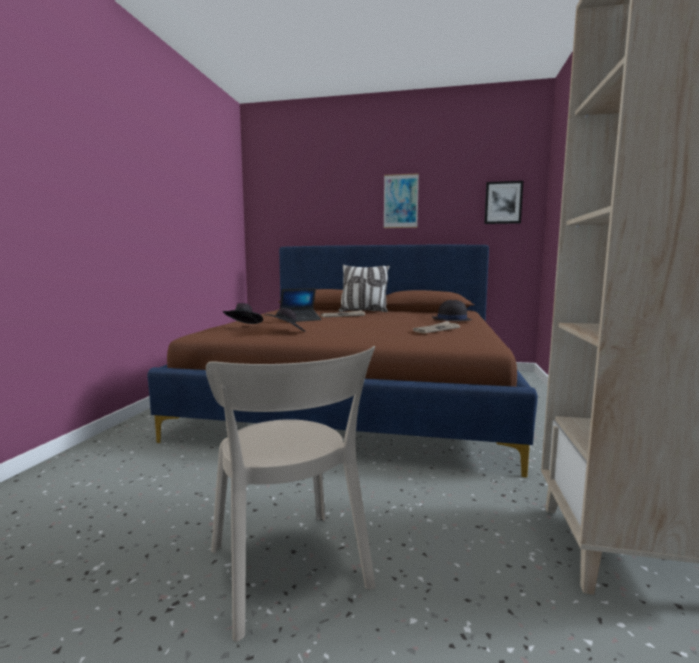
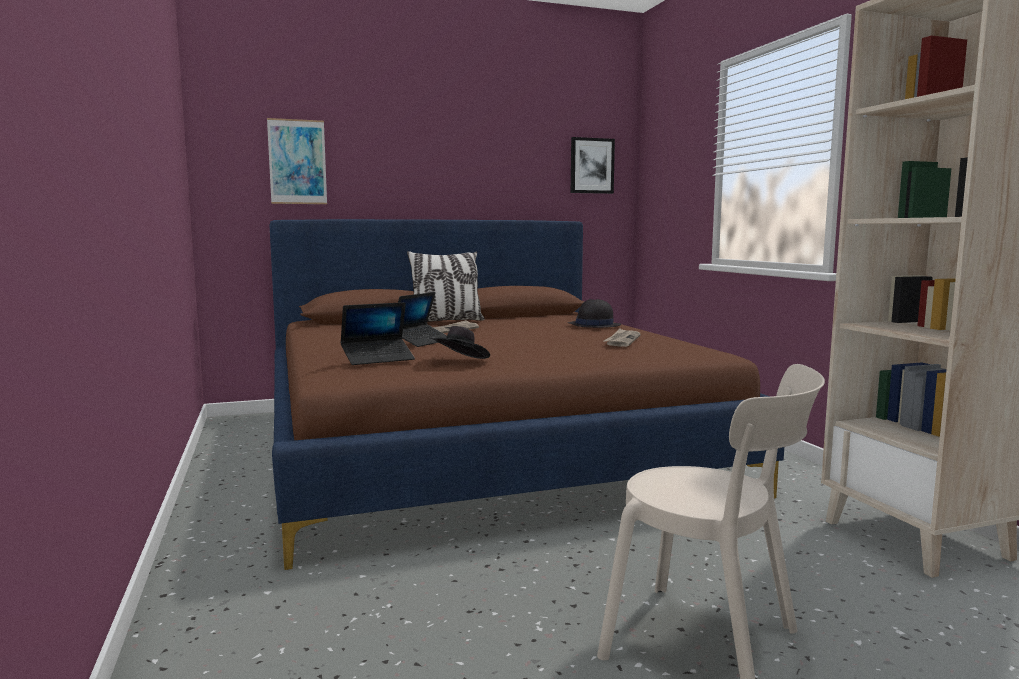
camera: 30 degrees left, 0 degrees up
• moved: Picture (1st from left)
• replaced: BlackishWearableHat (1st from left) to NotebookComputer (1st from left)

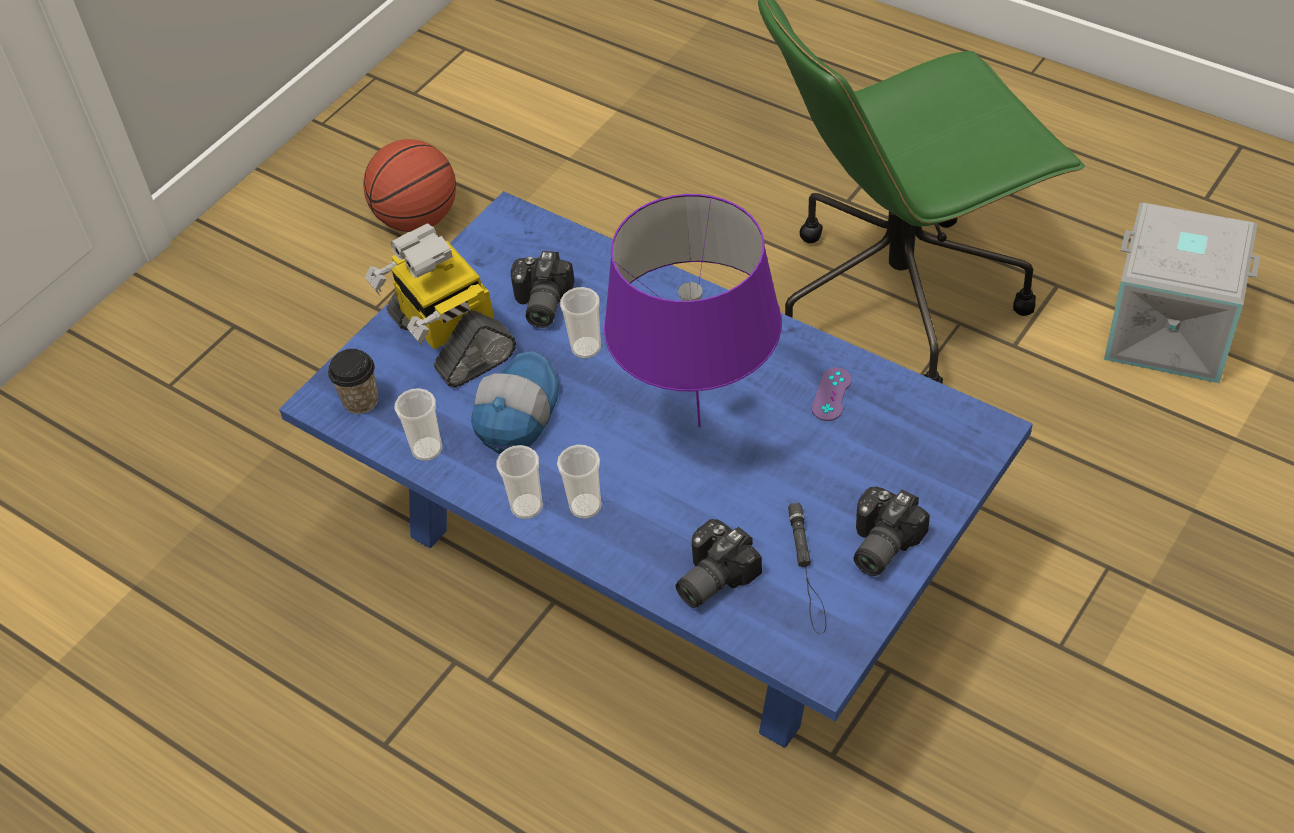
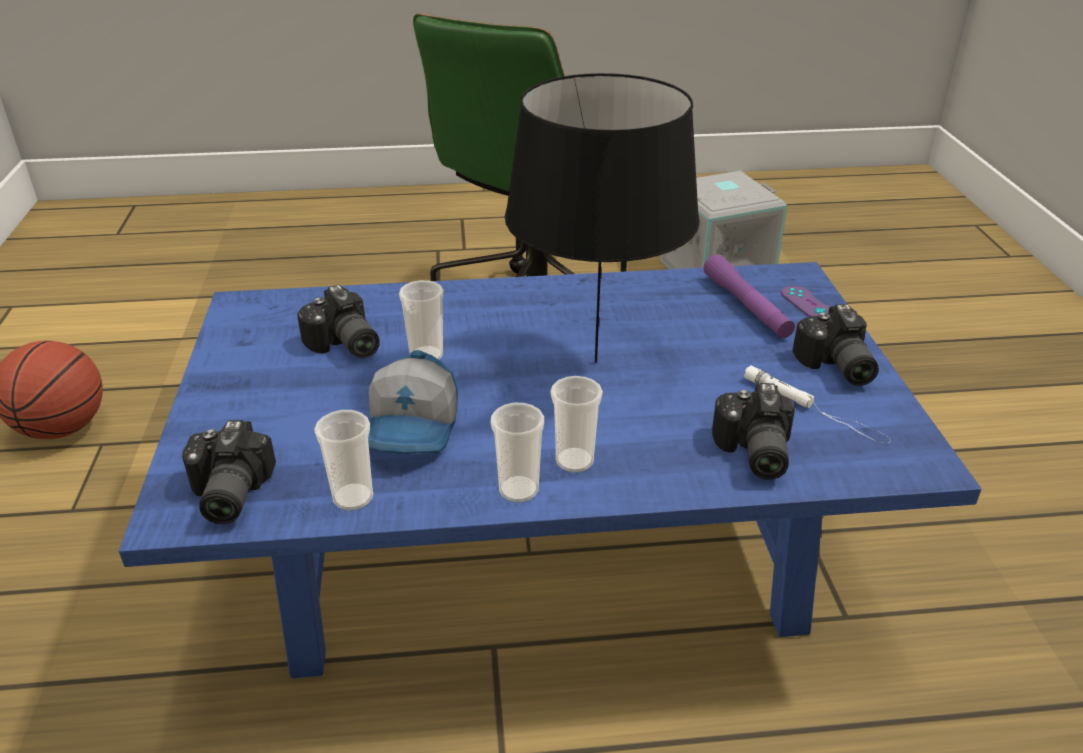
camera: 45 degrees left, 15 degrees down
• recoloured: PurpleLampForATable to BlackishLampForATable
• removed: ToyRobot
• replaced: Cup (1st from left) to StillCamera (1st from left)
• turned: Cap 150 degrees counterclockwise
• moved: PurpleGameController
• recoloured: BlackishTorch to WhitishTorch
• added: PurpleTorch

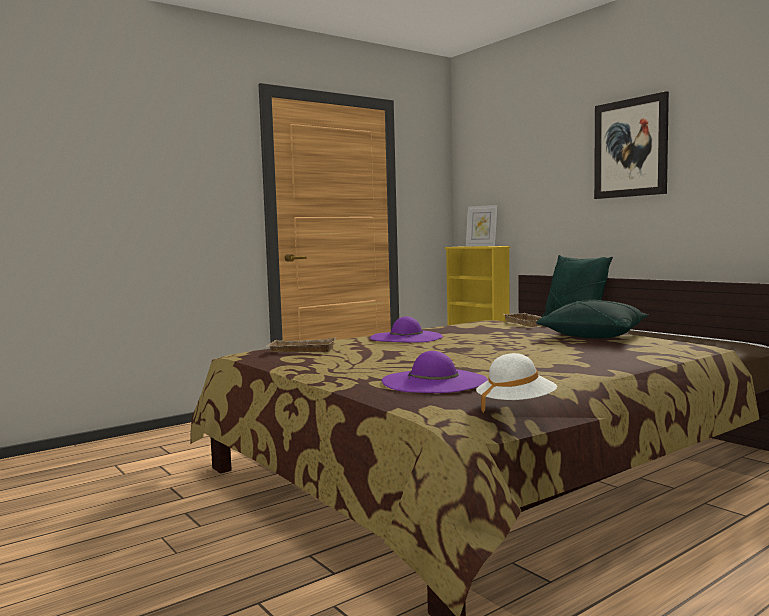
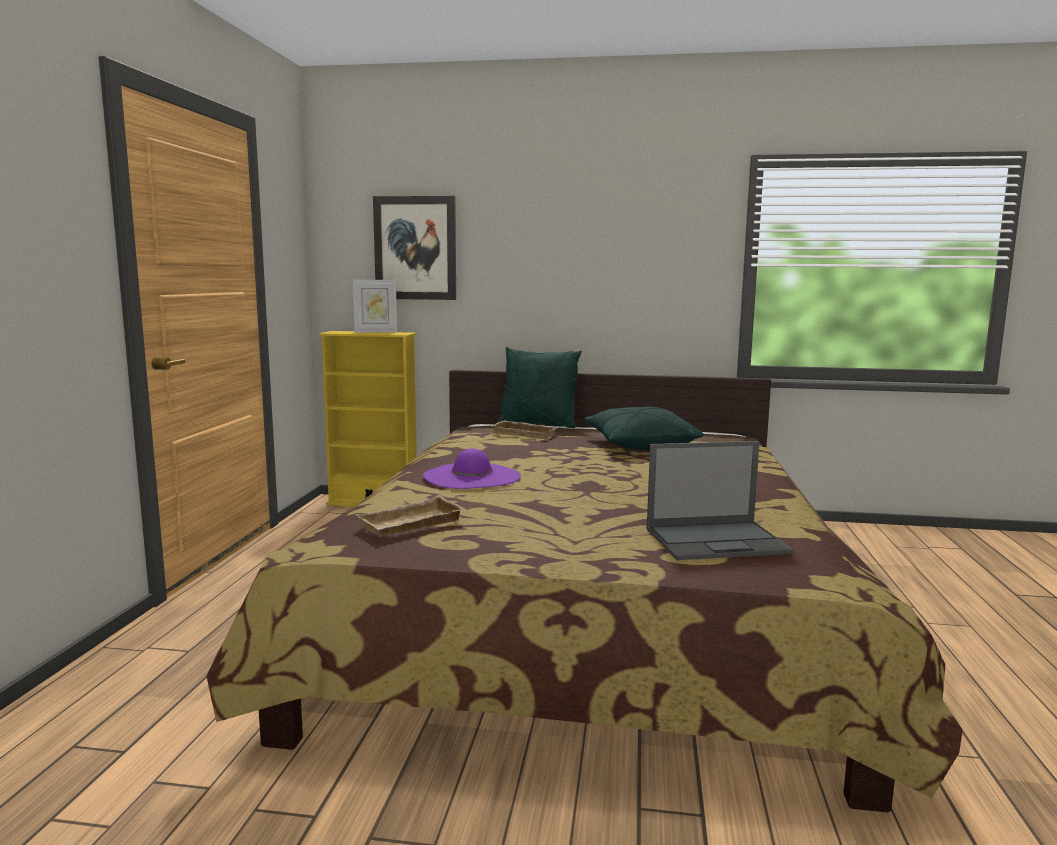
camera: 45 degrees left, 5 degrees up
• moved: Picture
• replaced: PurpleWearableHat (2nd from left) to NotebookComputer
• removed: WhitishWearableHat

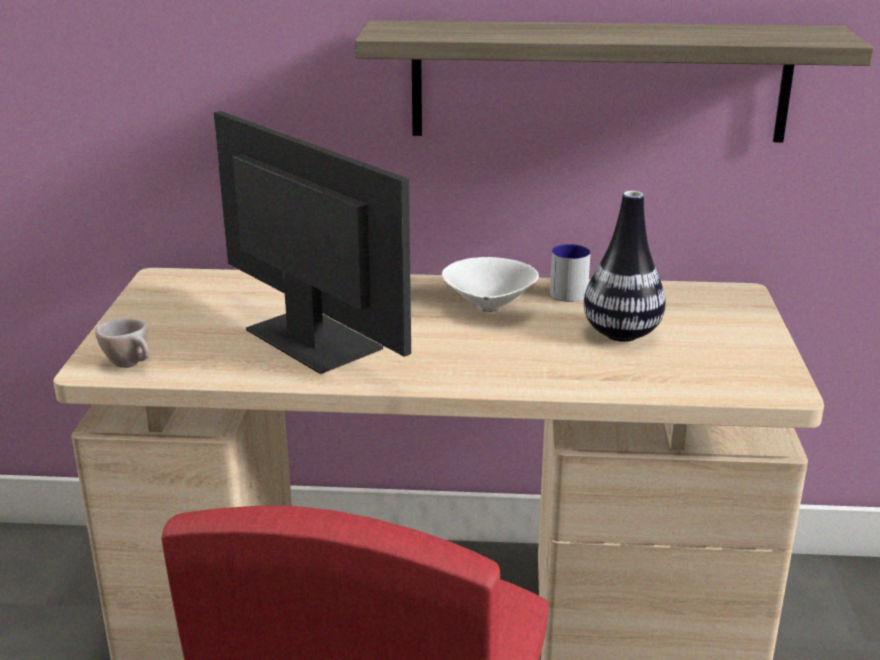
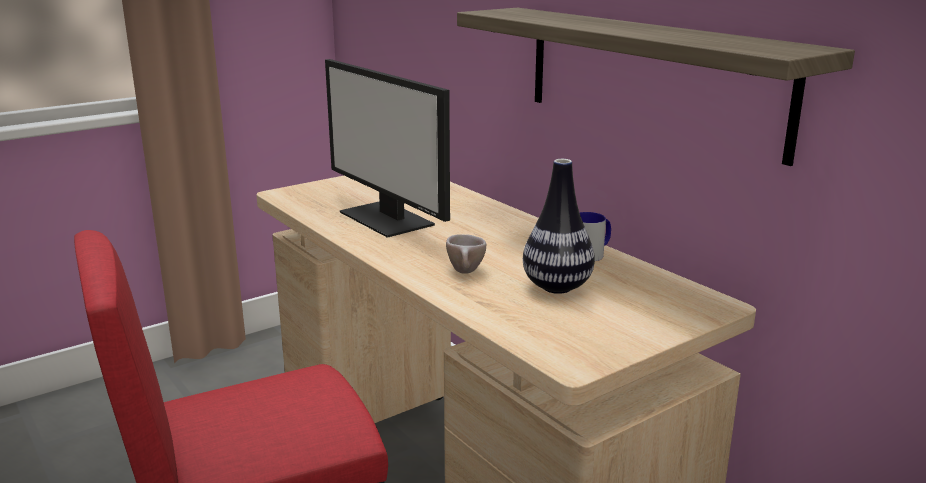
camera: 50 degrees right, 5 degrees down
• turned: Monitor 135 degrees clockwise
• removed: WhitishDeepDish
• moved: SandColouredCup

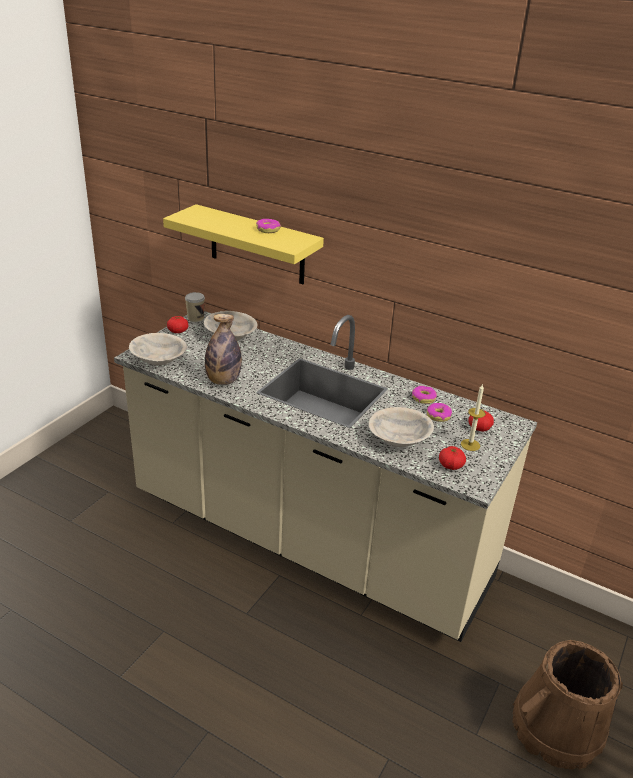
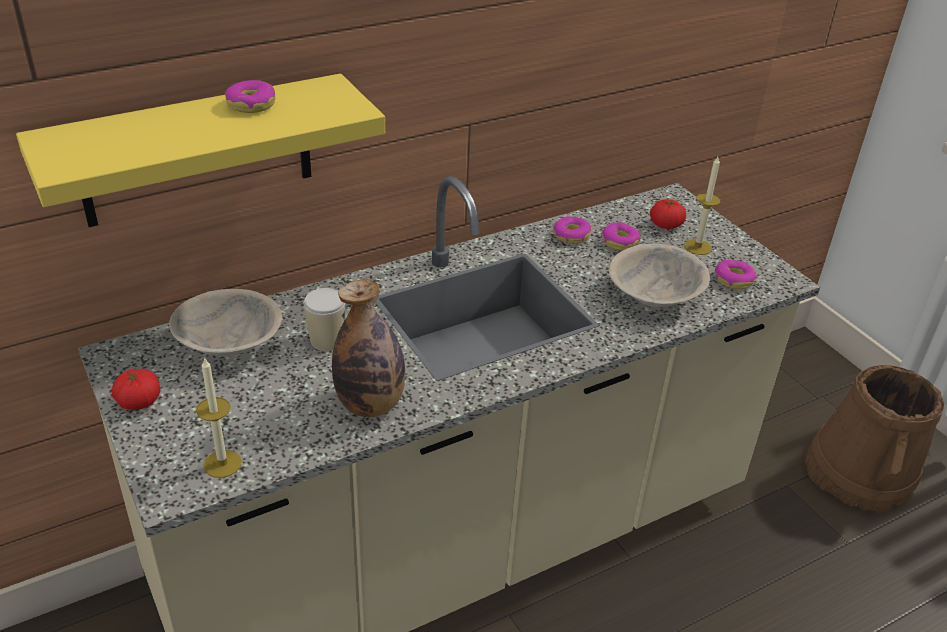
camera: 60 degrees left, 5 degrees up
• moved: Cup
• replaced: SandColouredDeepDish (1st from left) to Candle (1st from left)
• replaced: WholeTomato (2nd from left) to Doughnut (4th from left)

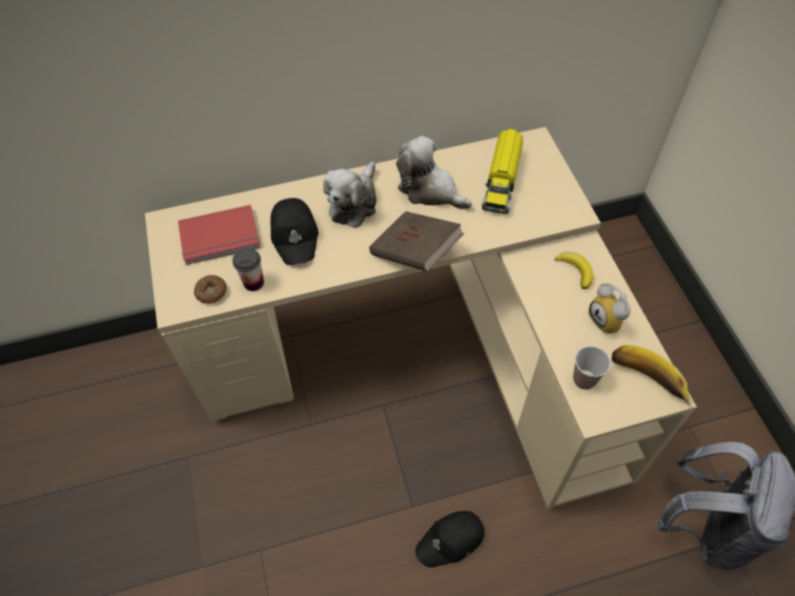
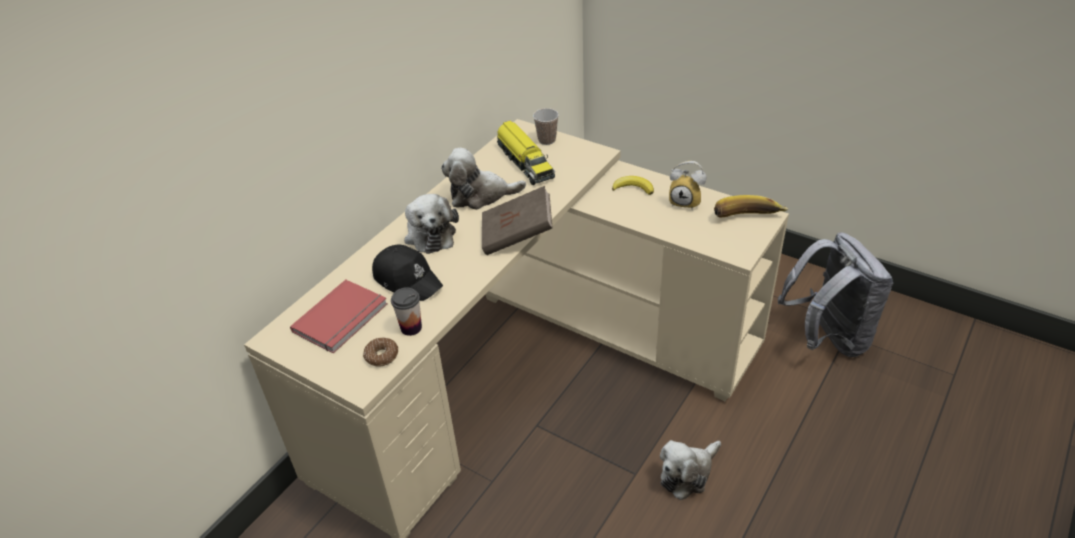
camera: 40 degrees left, 15 degrees down
• moved: Cup (2nd from left)
• replaced: BlackishCap (2nd from left) to SoftToy (3rd from left)

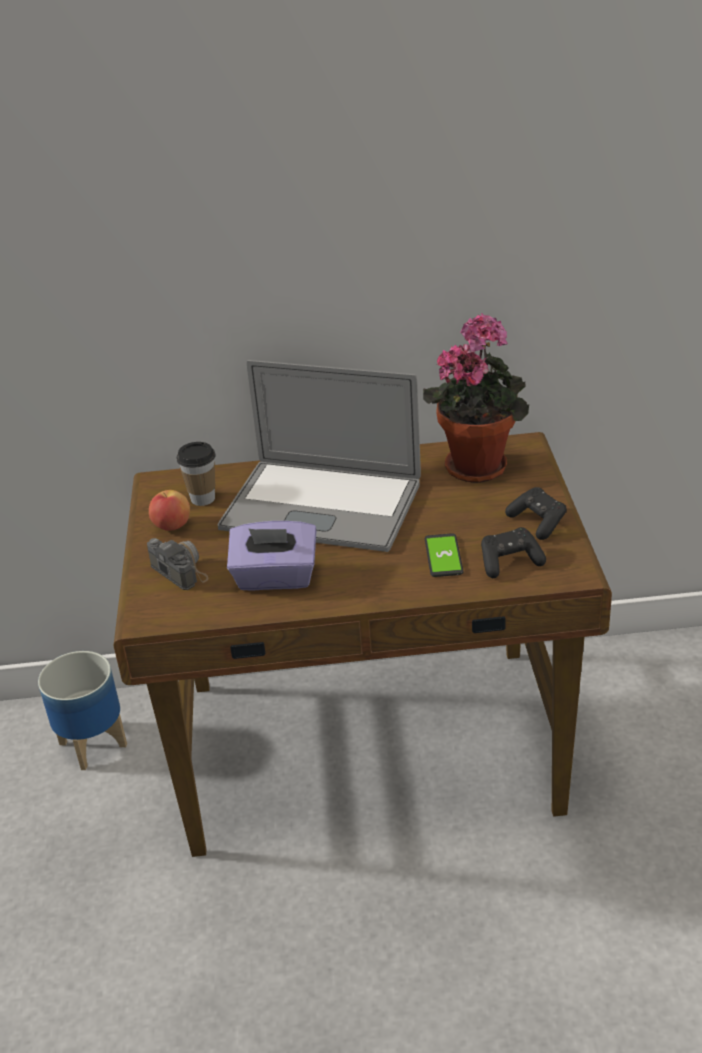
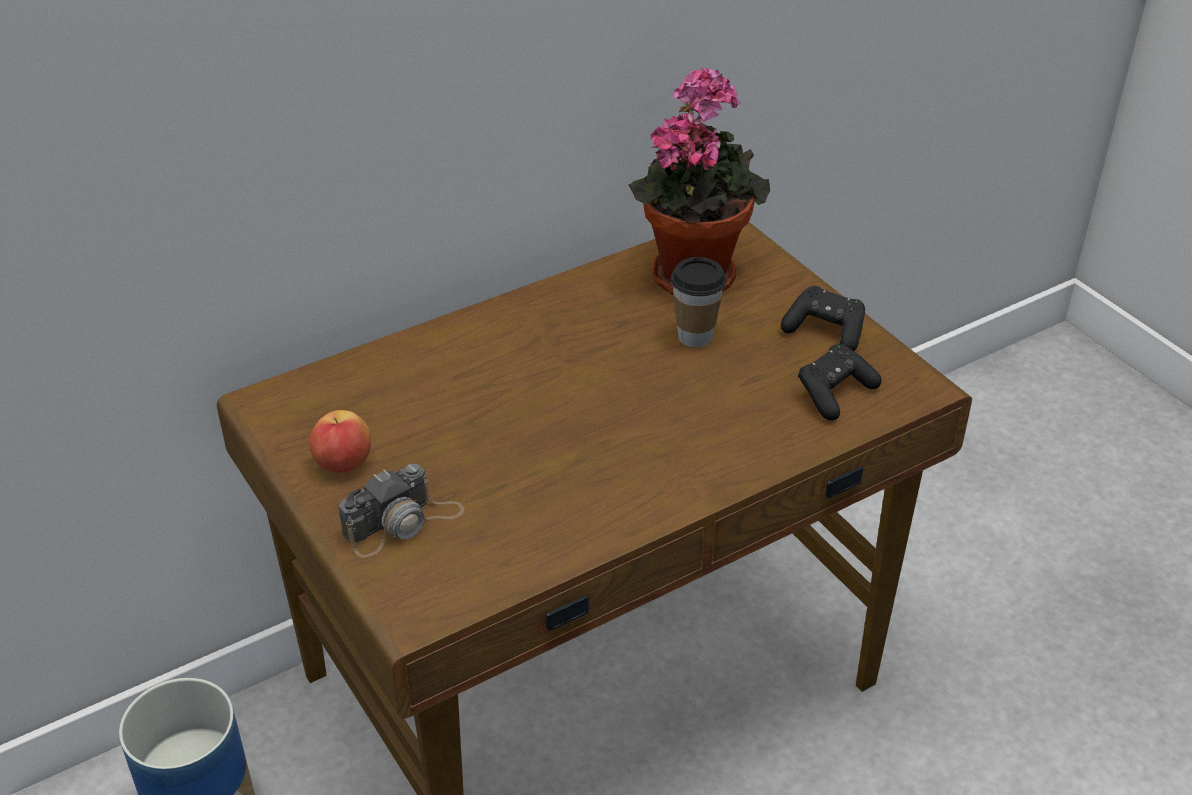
camera: 30 degrees left, 5 degrees up
• removed: NotebookComputer
• moved: Cup
• removed: PurpleBoxOfTissues
• removed: Handset
• turned: StillCamera 120 degrees clockwise

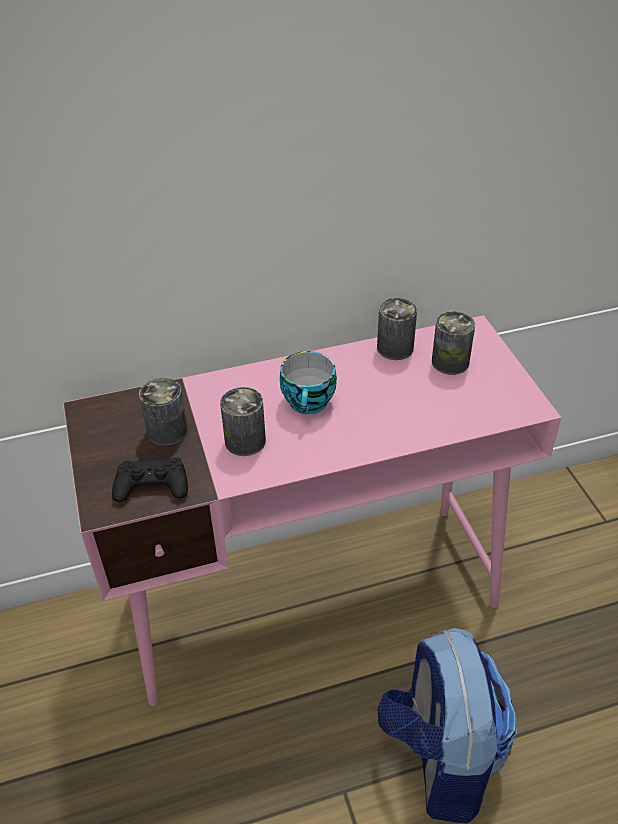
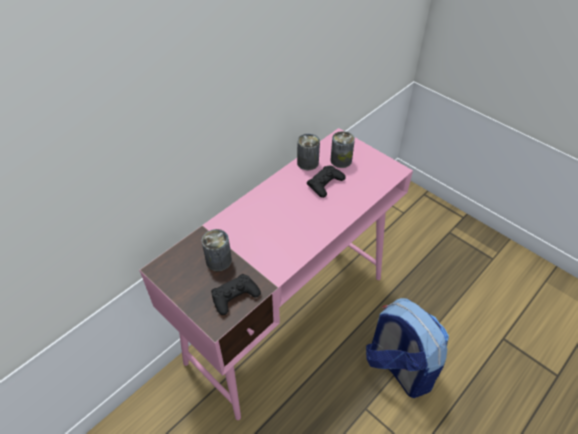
camera: 30 degrees left, 5 degrees up
• removed: Cup
• removed: Can (2nd from left)
• added: BlackishGameController (2nd from left)

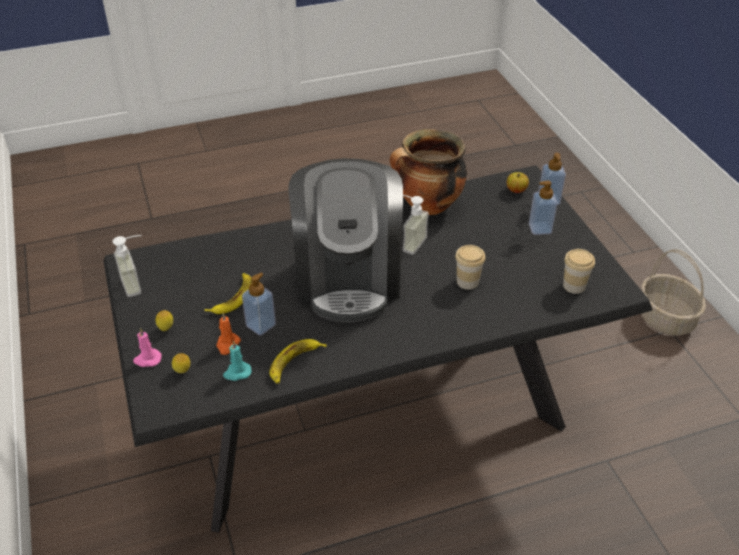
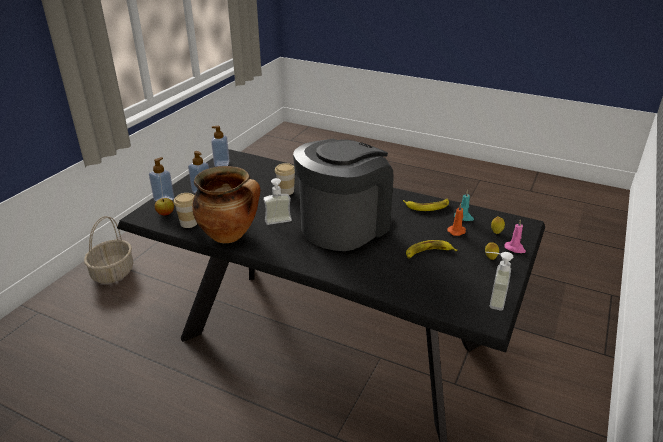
camera: 135 degrees left, 10 degrees down
• moved: Cup (2nd from left in the first image) to Cup (1st from left)
• moved: LiquidSoapBottle (2nd from left in the first image) to LiquidSoapBottle (3rd from left)

